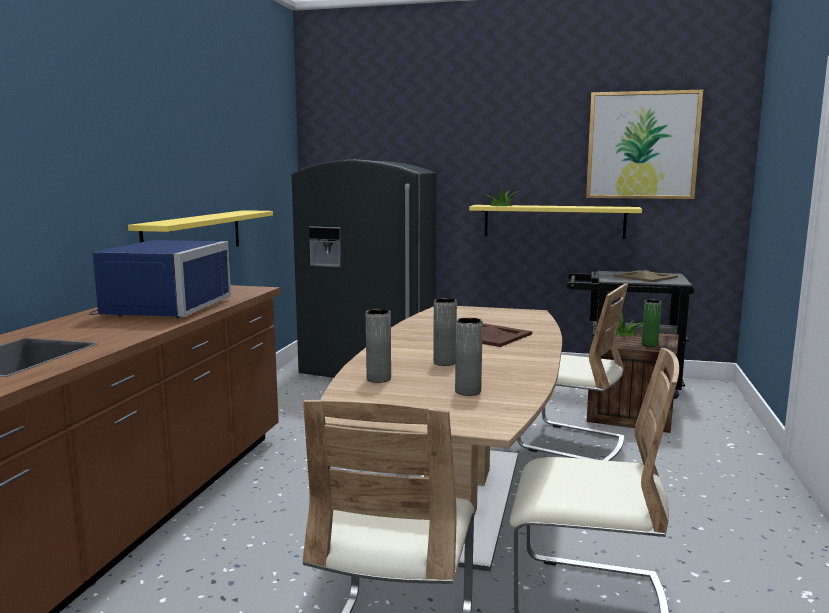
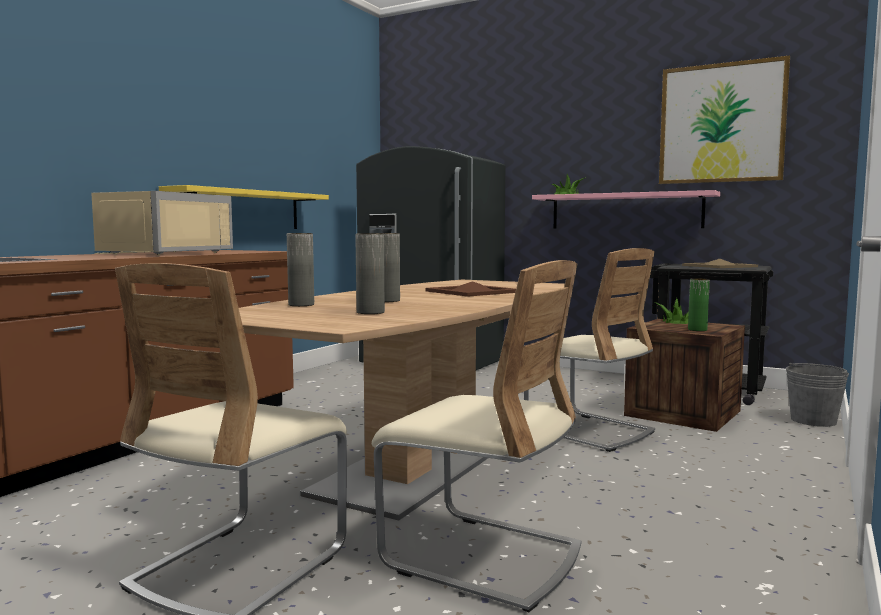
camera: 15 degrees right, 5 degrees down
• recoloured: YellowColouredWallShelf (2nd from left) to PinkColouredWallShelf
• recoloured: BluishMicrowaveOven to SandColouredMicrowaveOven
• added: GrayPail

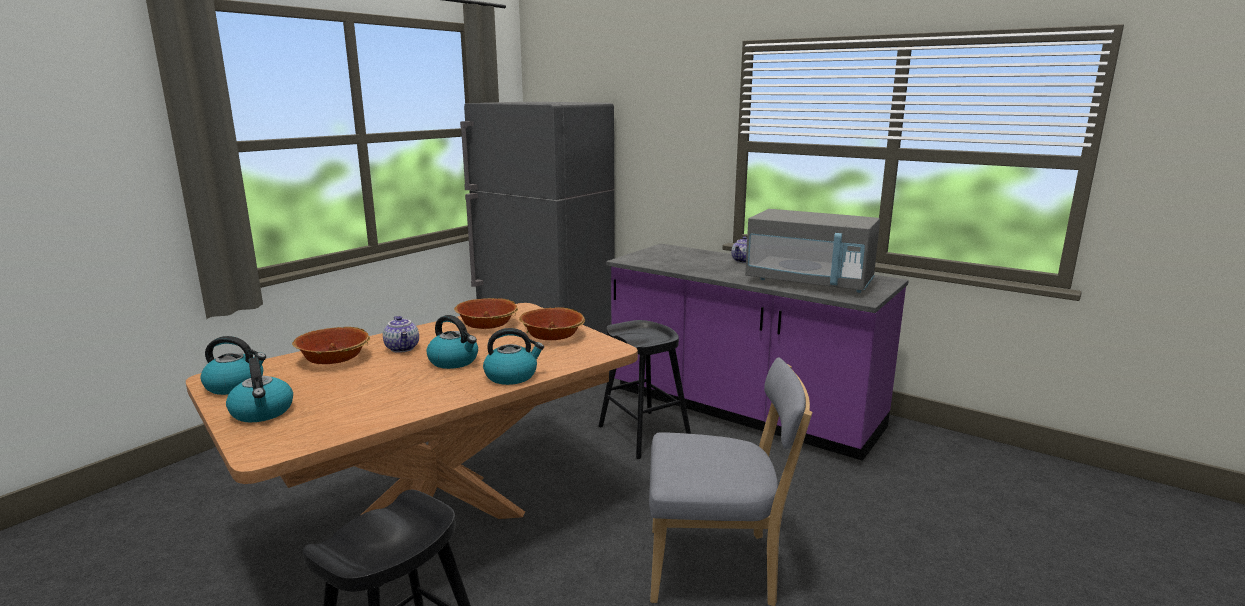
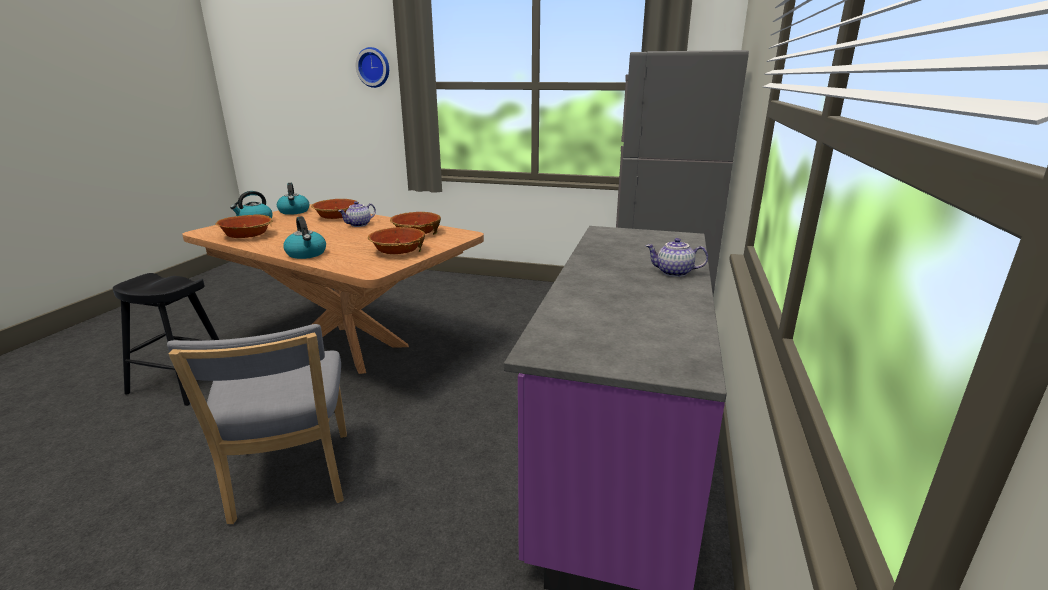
camera: 70 degrees right, 5 degrees up
• removed: GrayMicrowaveOven
• removed: TeaKettle (3rd from left)
• removed: BlackishStool (2nd from left)
• added: ClockOnTheWall
• added: DeepDish (1st from left)

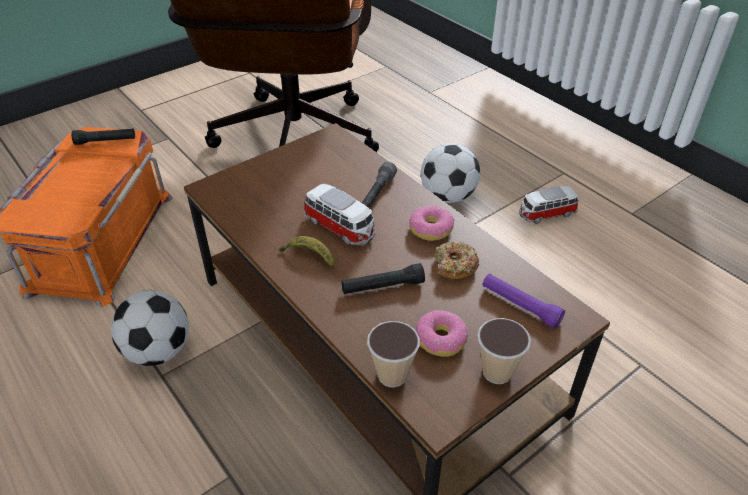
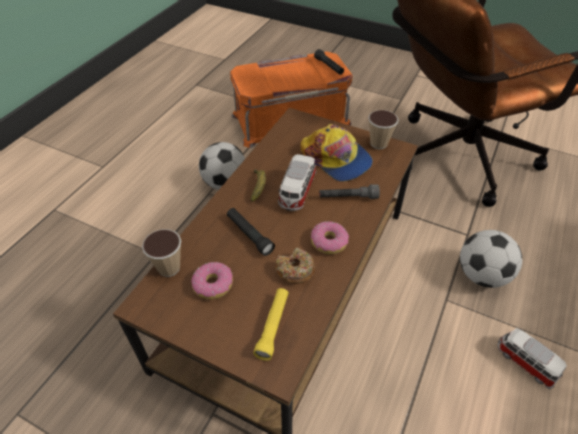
camera: 65 degrees right, 5 degrees up
• recoloured: PurpleTorch to YellowColouredTorch
• moved: Cup (2nd from left)
• added: Cap

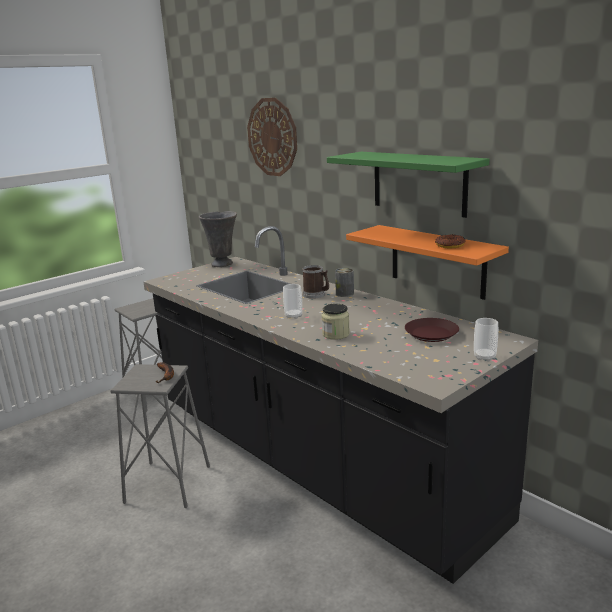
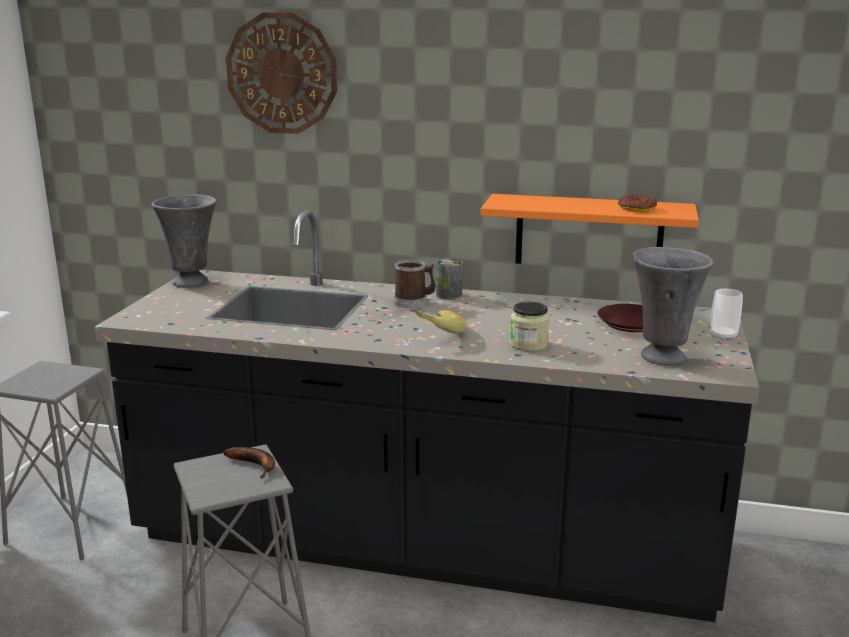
camera: 35 degrees left, 0 degrees up
• removed: GreenColouredWallShelf
• replaced: Cup (1st from left) to Banana (2nd from left)
• added: GrayFlowerVase (2nd from left)

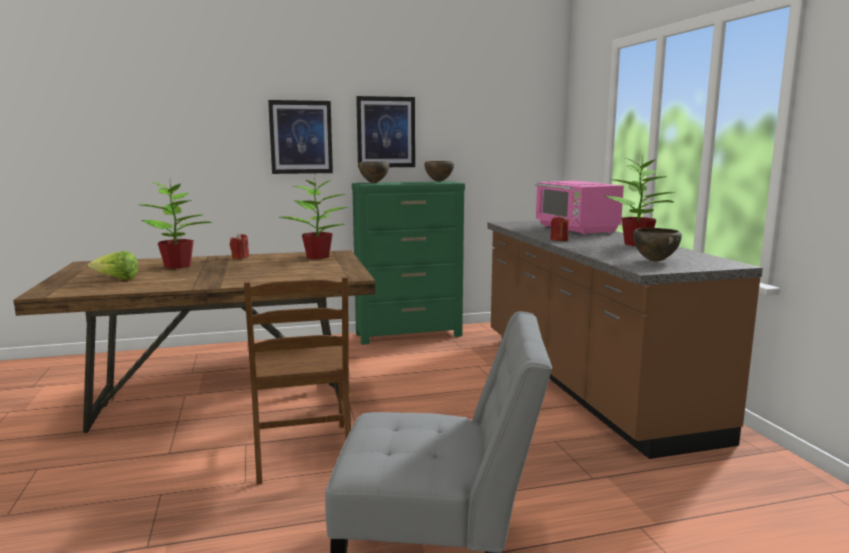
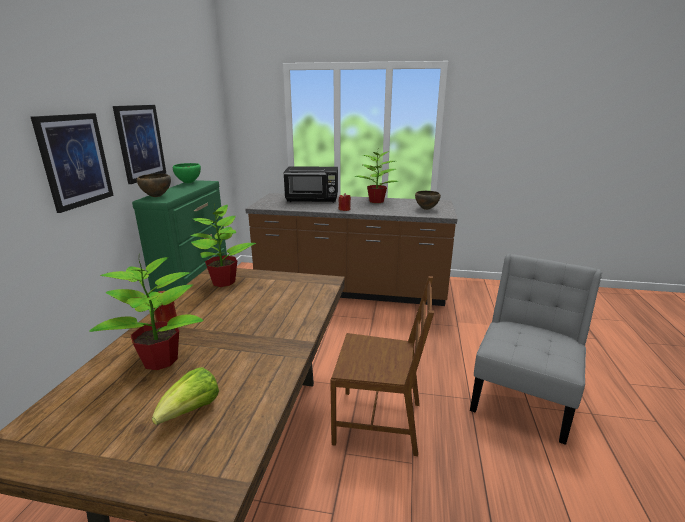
camera: 65 degrees left, 10 degrees up
• recoloured: BrownDeepDish (2nd from left) to GreenColouredDeepDish
• recoloured: PinkColouredMicrowaveOven to BlackishMicrowaveOven

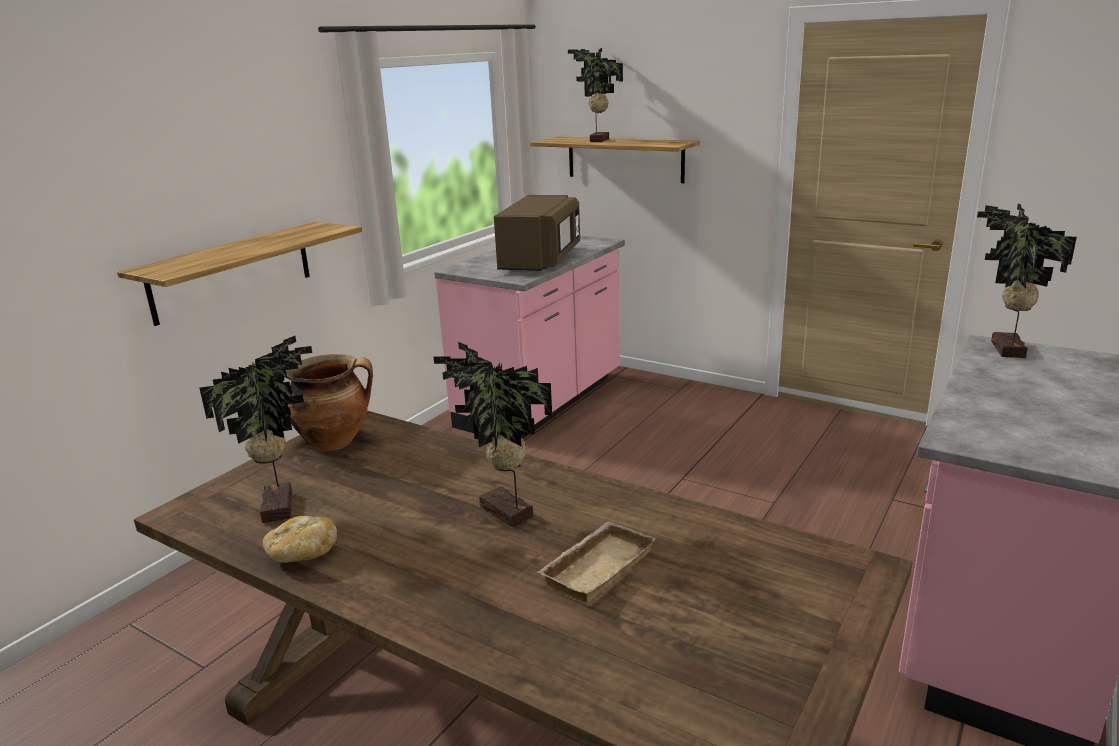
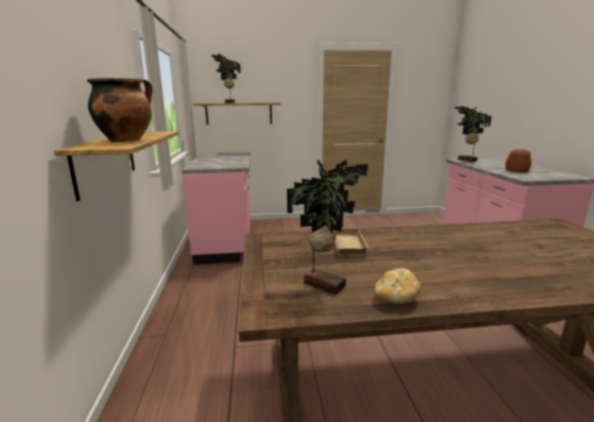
camera: 40 degrees left, 5 degrees down
• removed: BrownMicrowaveOven
• removed: Houseplant (2nd from left)
• moved: Stockpot
• moved: SandColouredCarryingTray
• added: Bread (2nd from left)

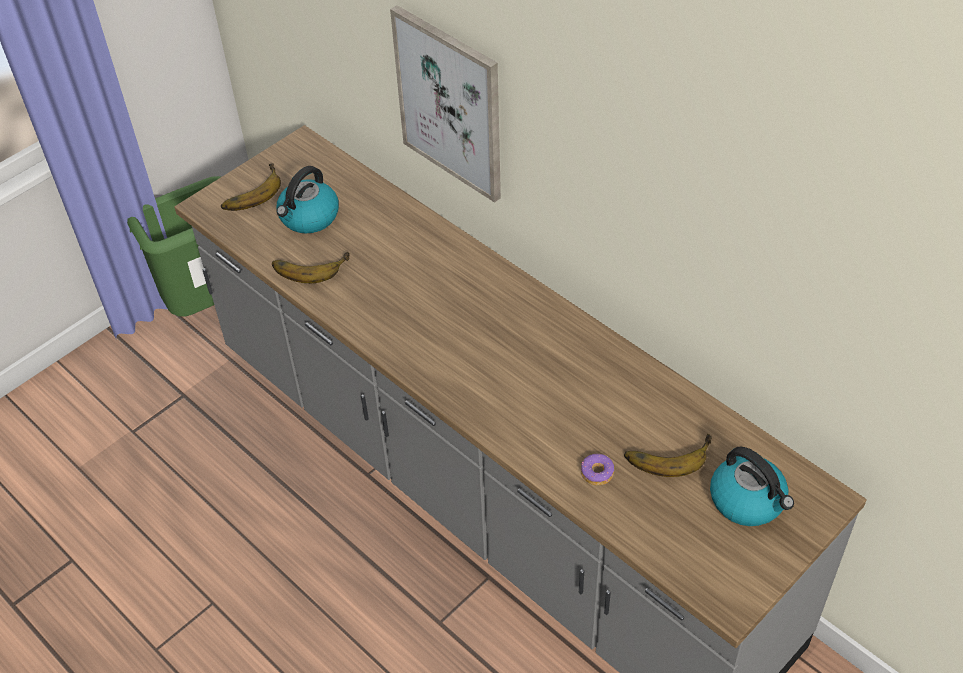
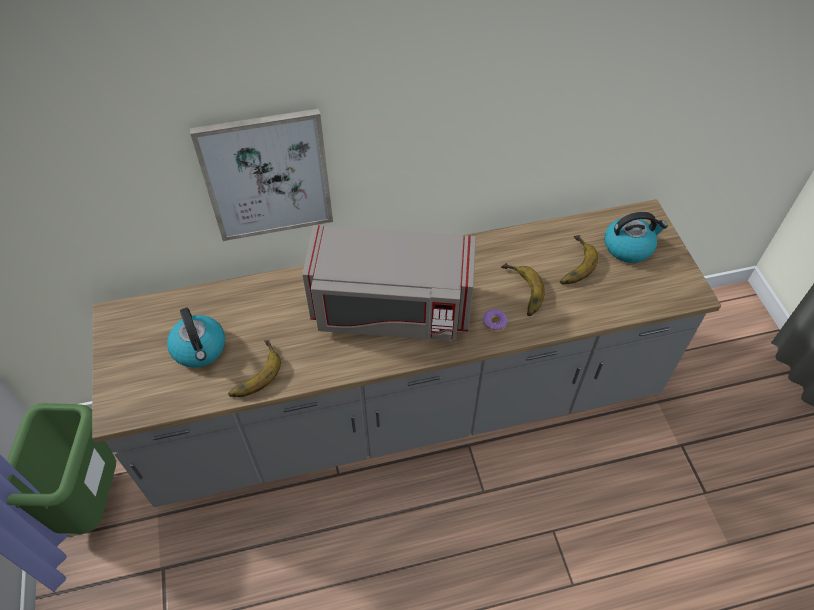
camera: 60 degrees left, 5 degrees up
• moved: Banana (1st from left in the first image) to Banana (2nd from left)
• moved: Doughnut
• added: GrayMicrowaveOven

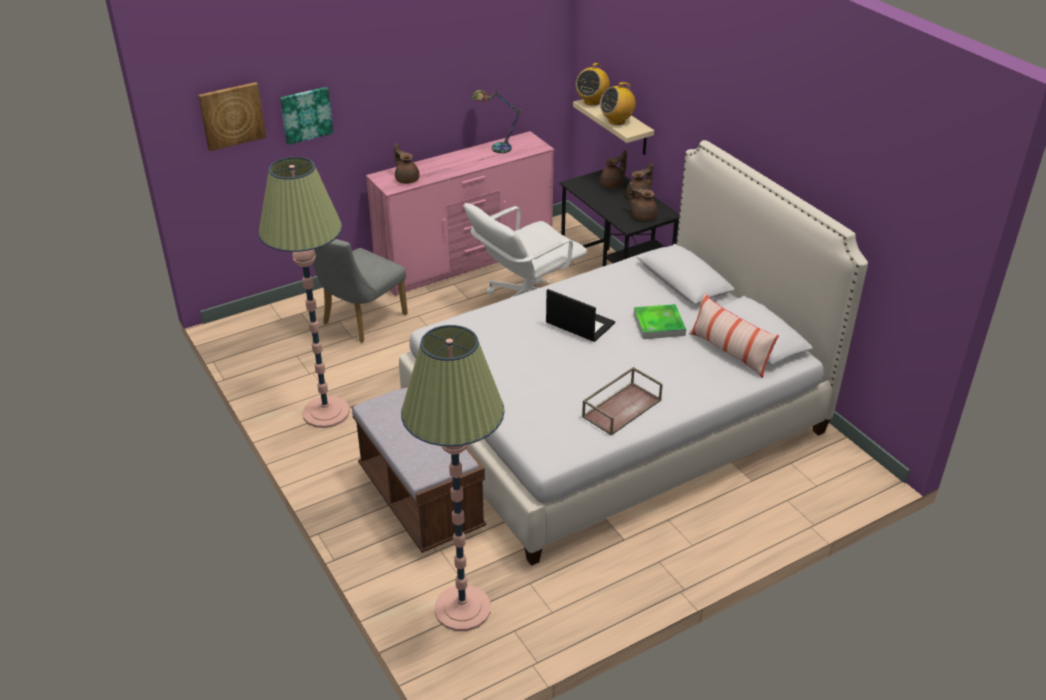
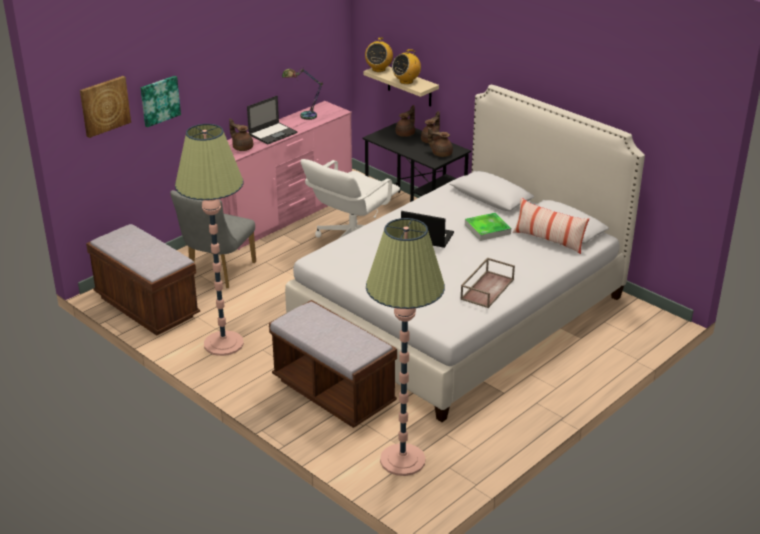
camera: 15 degrees left, 5 degrees down
• added: NotebookComputer (1st from left)
• added: BrownIndoorBench (1st from left)

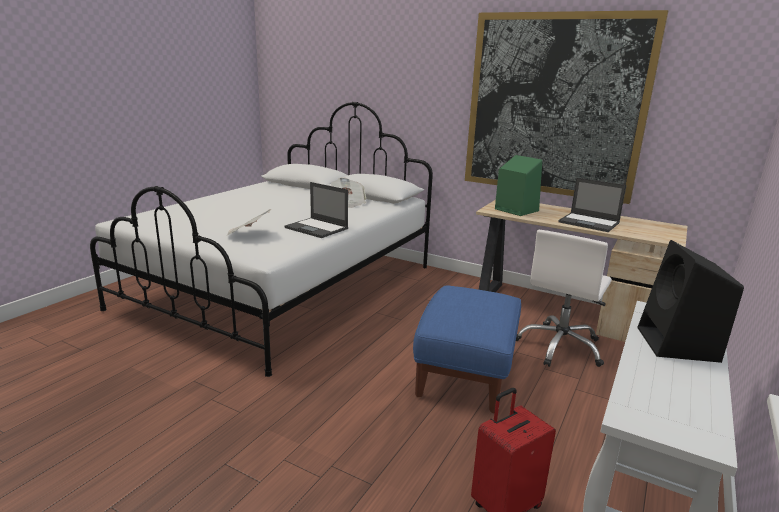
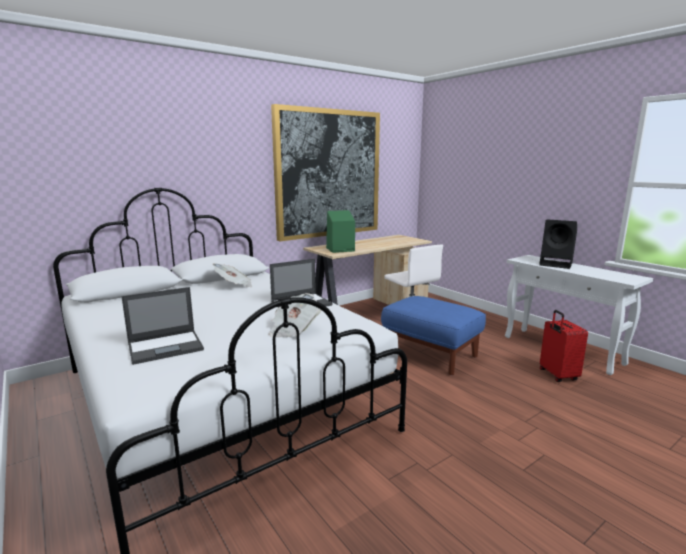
camera: 65 degrees left, 5 degrees down
• moved: NotebookComputer (2nd from left in the first image) to NotebookComputer (1st from left)

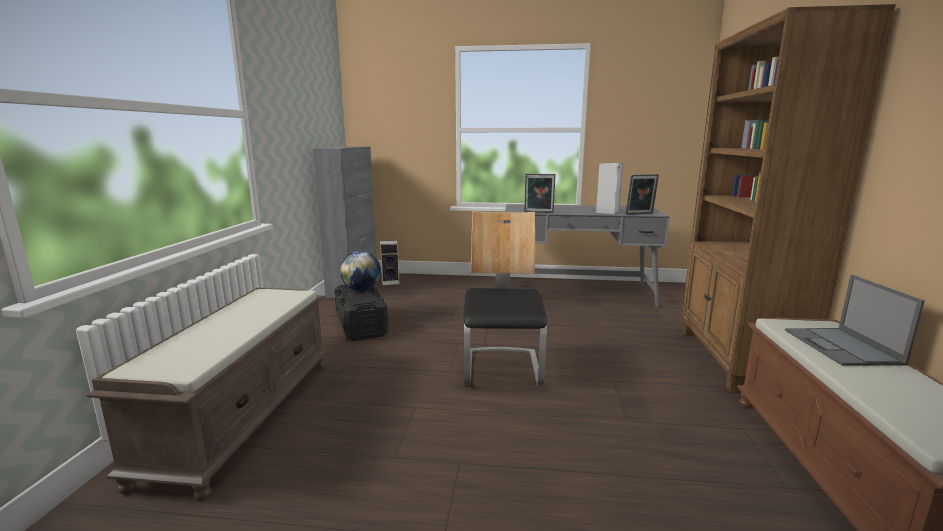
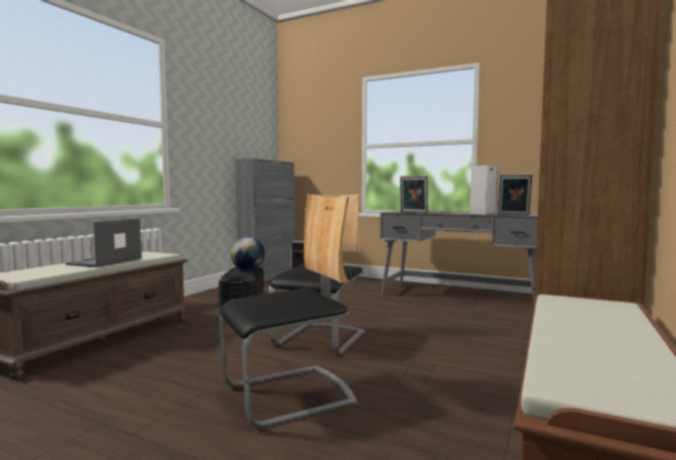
camera: 20 degrees right, 10 degrees down
• moved: NotebookComputer
• added: UprightChair (1st from left)

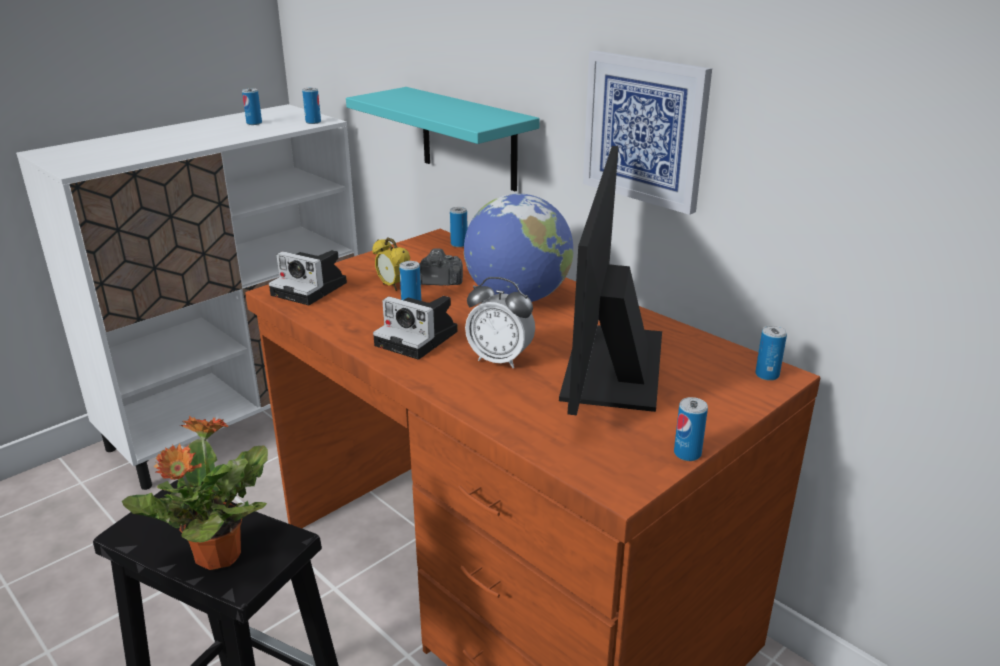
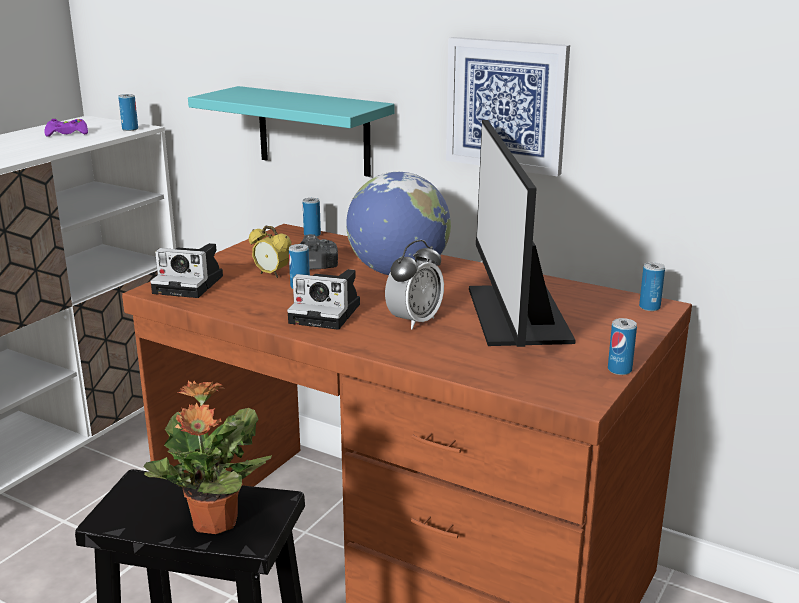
camera: 15 degrees left, 5 degrees down
• replaced: Can (1st from left) to PurpleGameController
• turned: TableClock (2nd from left) 60 degrees counterclockwise

